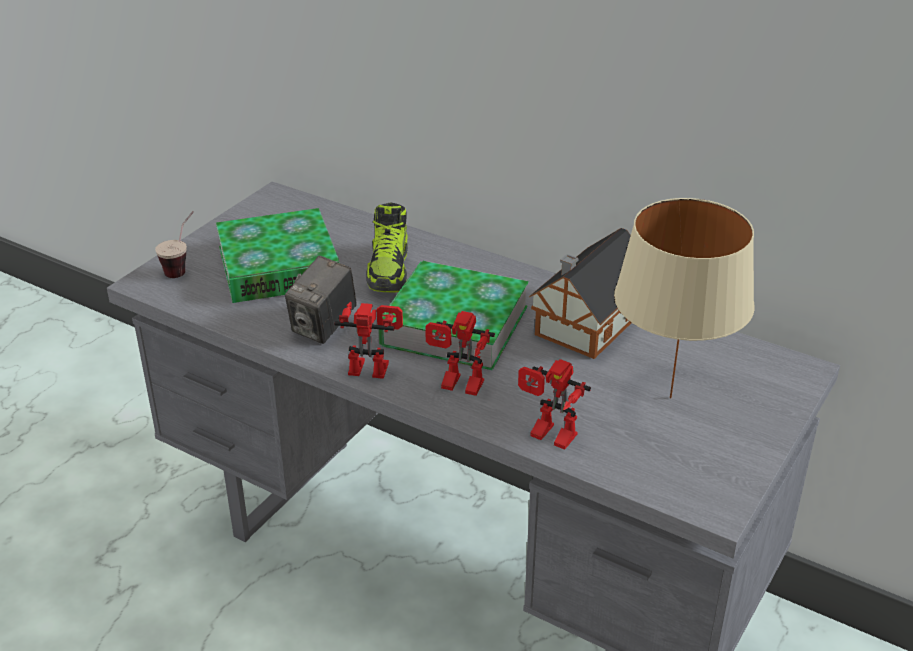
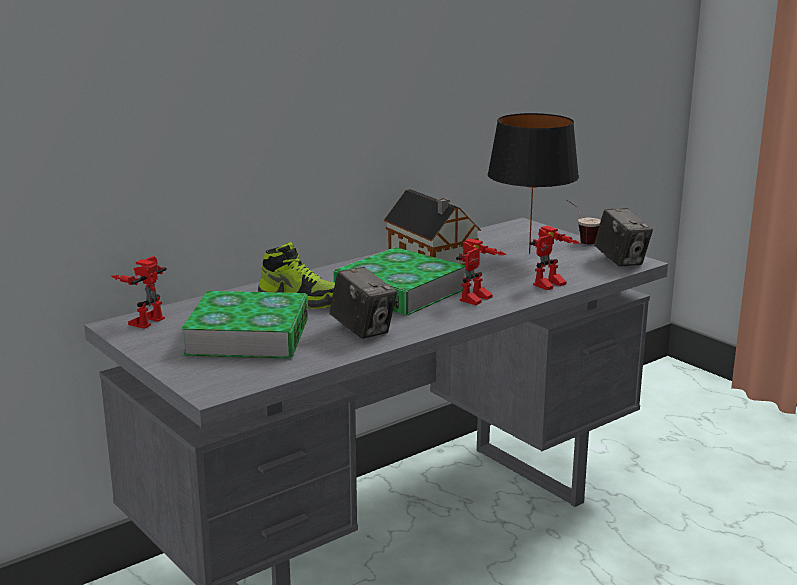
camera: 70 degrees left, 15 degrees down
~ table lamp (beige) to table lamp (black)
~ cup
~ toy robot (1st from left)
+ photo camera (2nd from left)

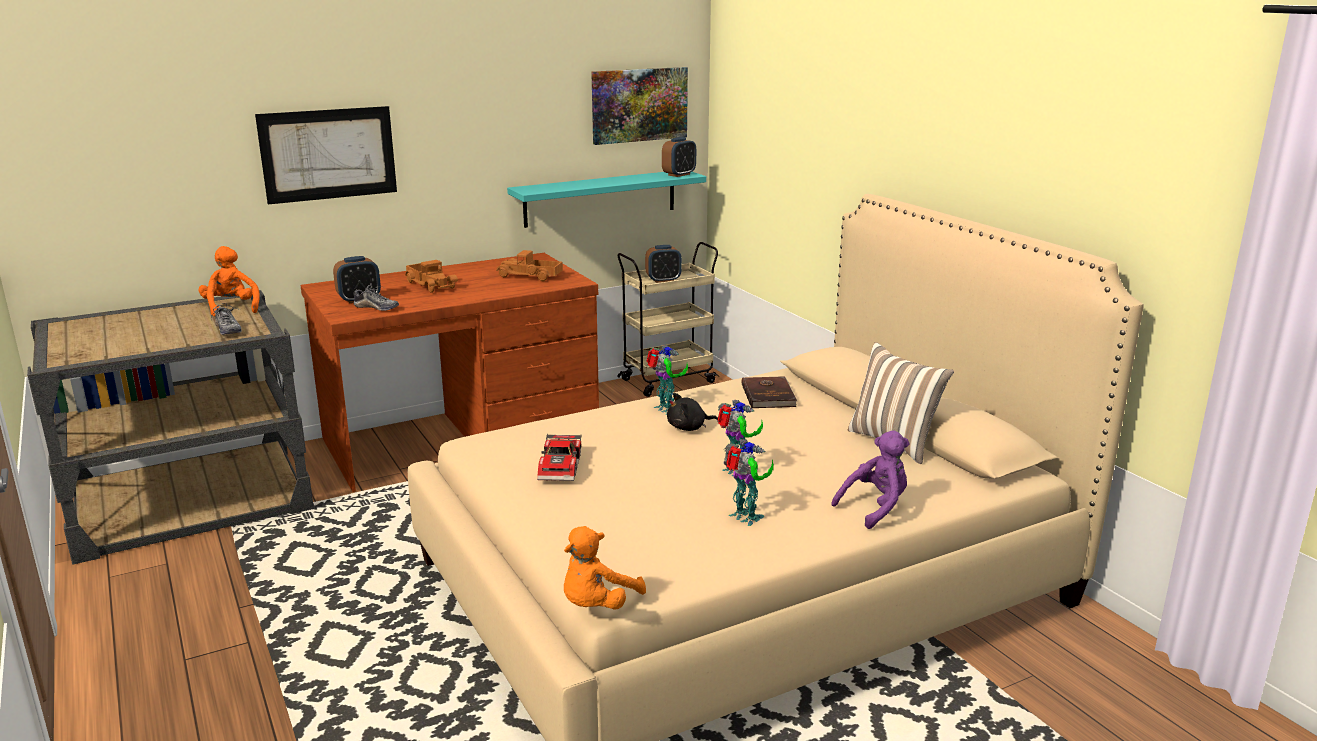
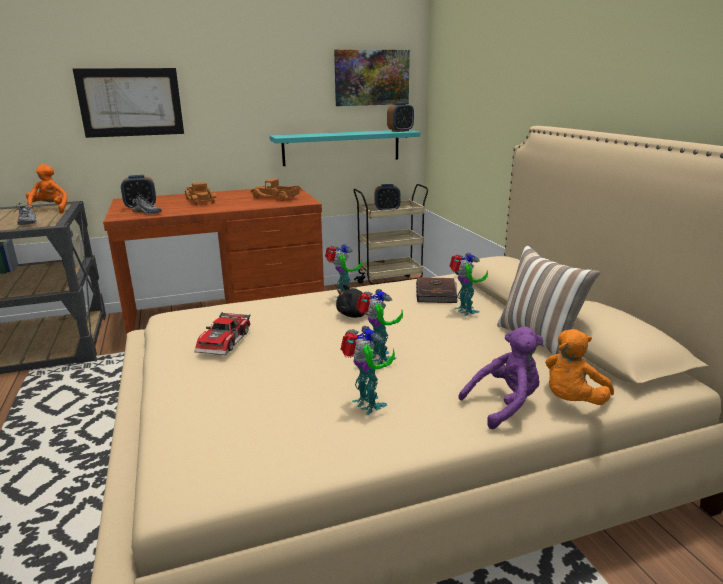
camera: 10 degrees right, 0 degrees up
~ plush toy (orange) (2nd from left)
+ toy robot (4th from left)

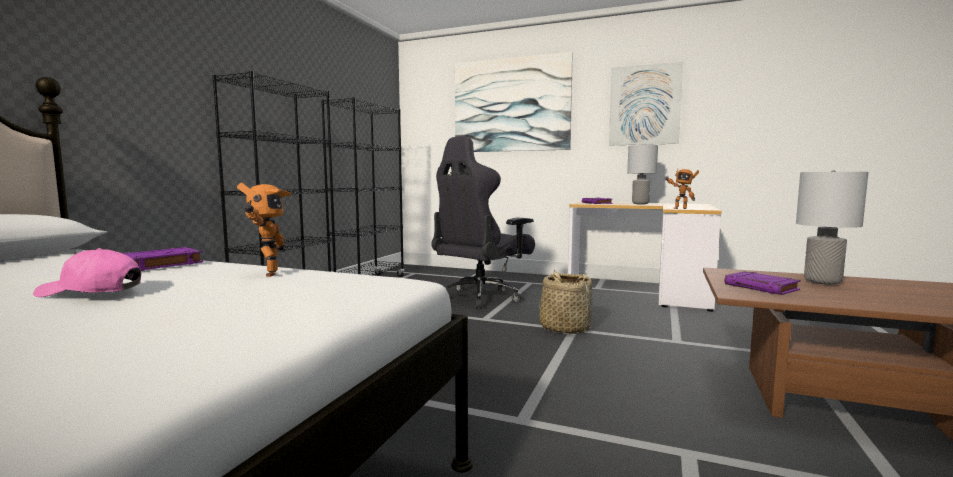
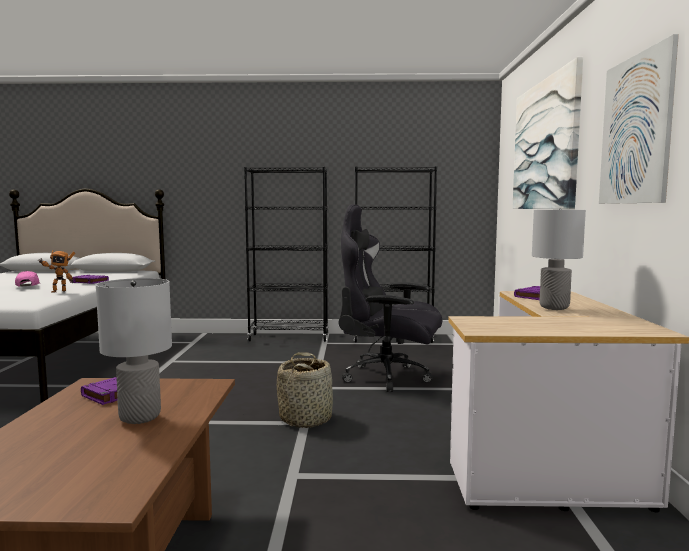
camera: 70 degrees right, 0 degrees up
- toy robot (2nd from left)

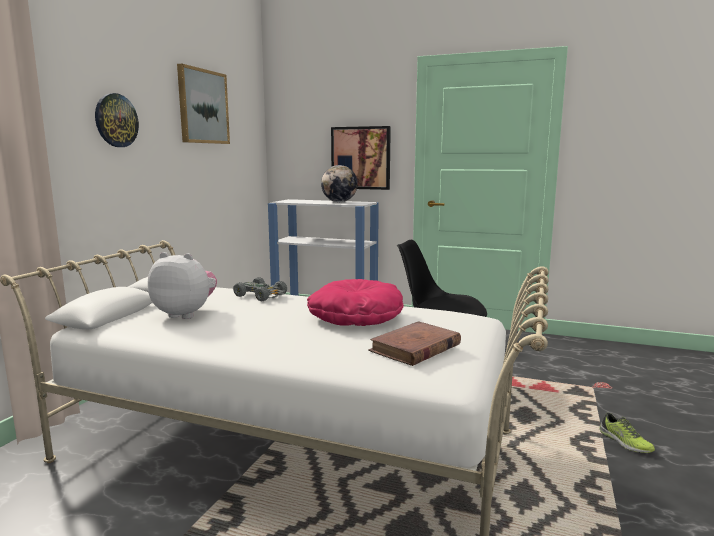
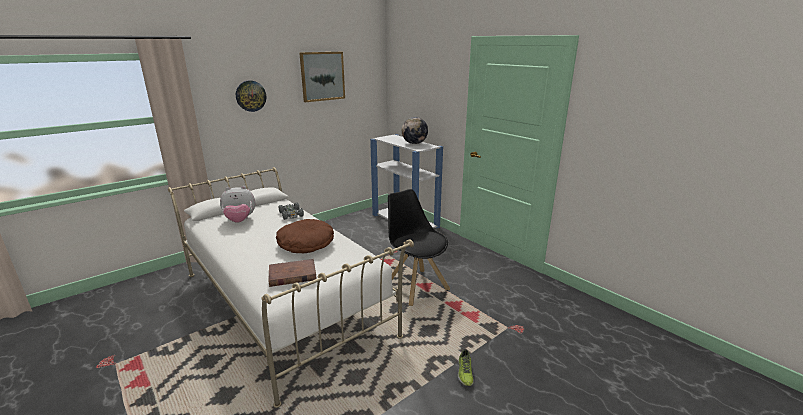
camera: 30 degrees right, 10 degrees up
- picture (2nd from left)
~ plush toy 120 degrees clockwise
~ pillow (pink) to pillow (brown)

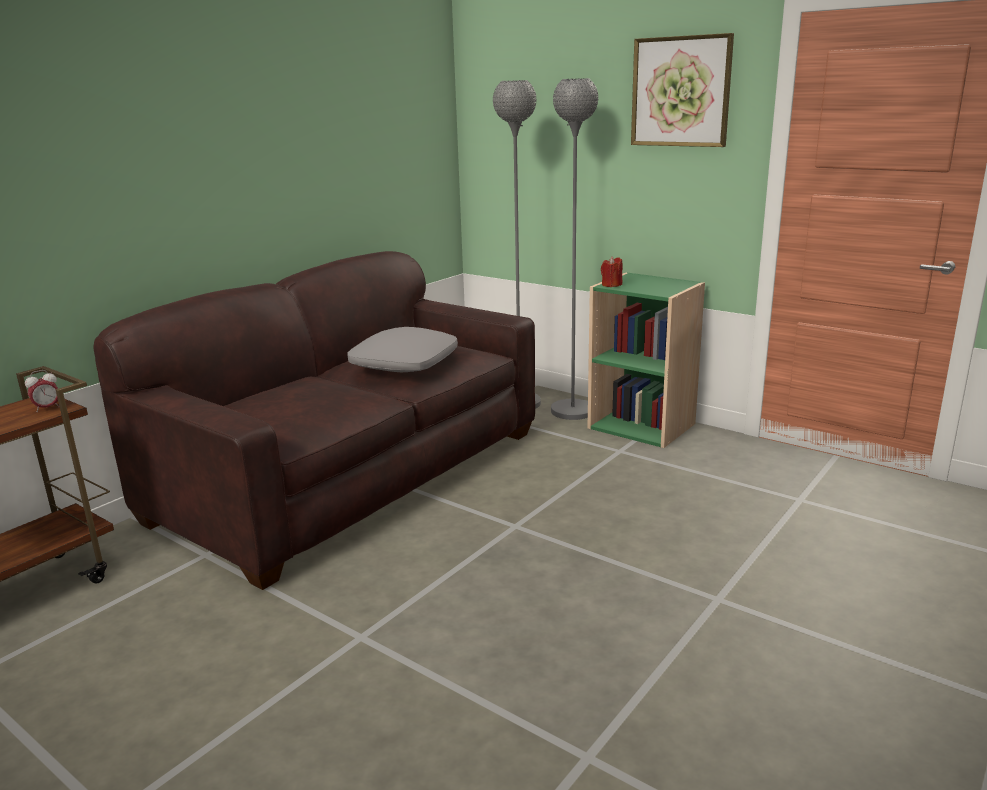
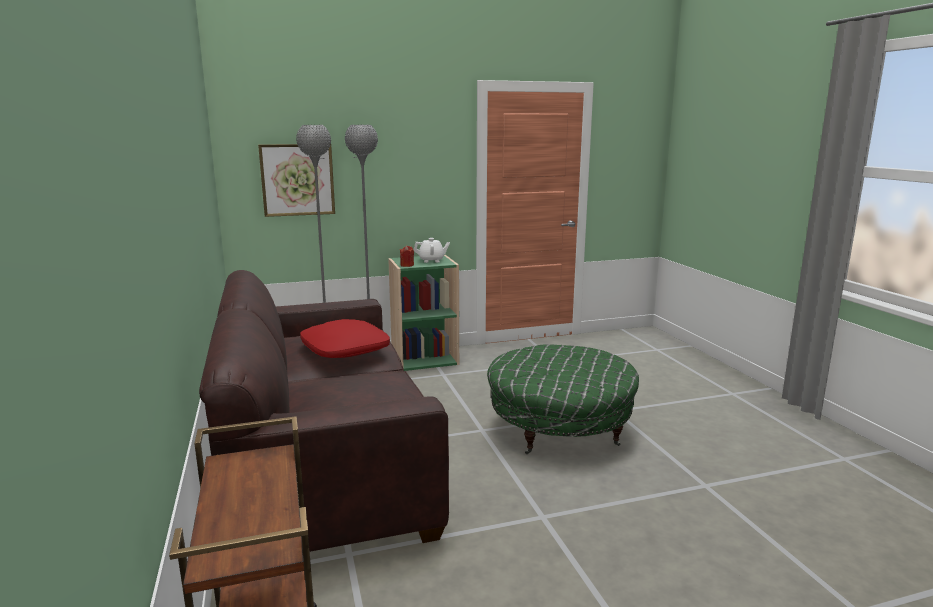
camera: 55 degrees left, 5 degrees down
~ picture
~ pillow (grey) to pillow (red)
- alarm clock
+ teapot (white)
+ ottoman (green)

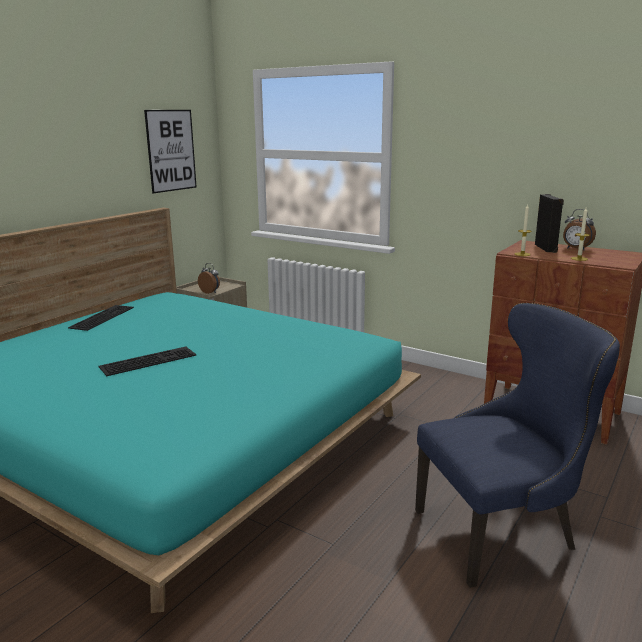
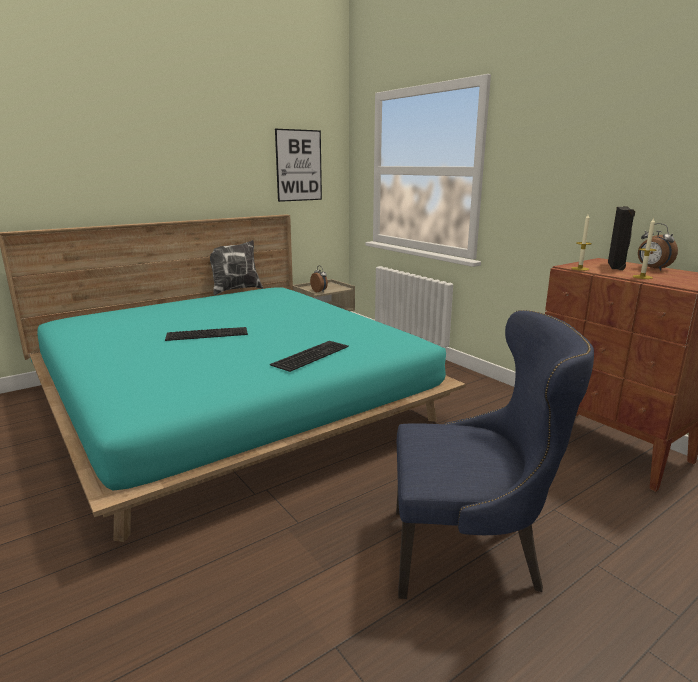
camera: 20 degrees right, 0 degrees up
~ keyboard (1st from left in the first image) to keyboard (2nd from left)
+ pillow

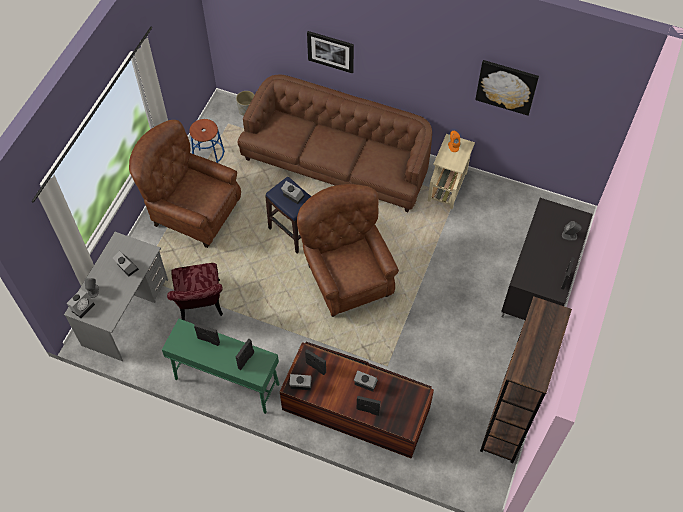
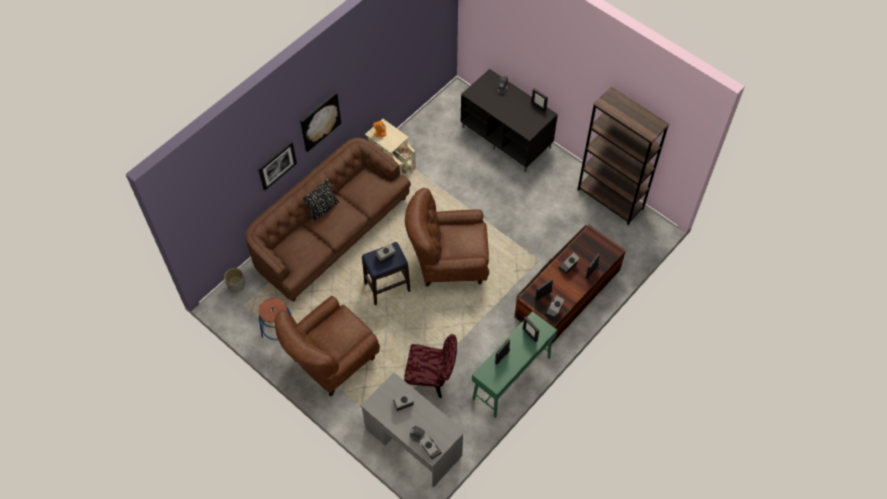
camera: 70 degrees left, 0 degrees up
~ picture (2nd from left)
+ pillow (black)

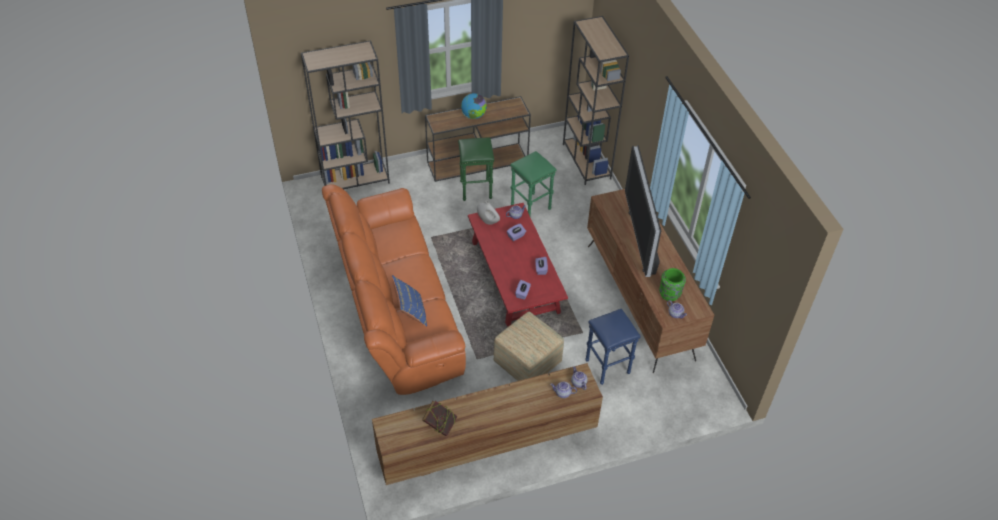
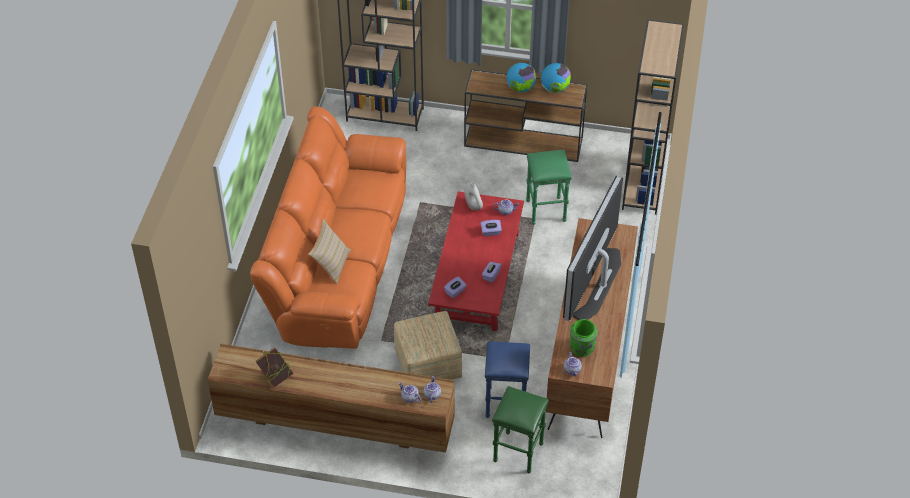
camera: 30 degrees right, 0 degrees up
~ stool (green) (1st from left)
~ pillow (blue) to pillow (beige)
+ globe (2nd from left)

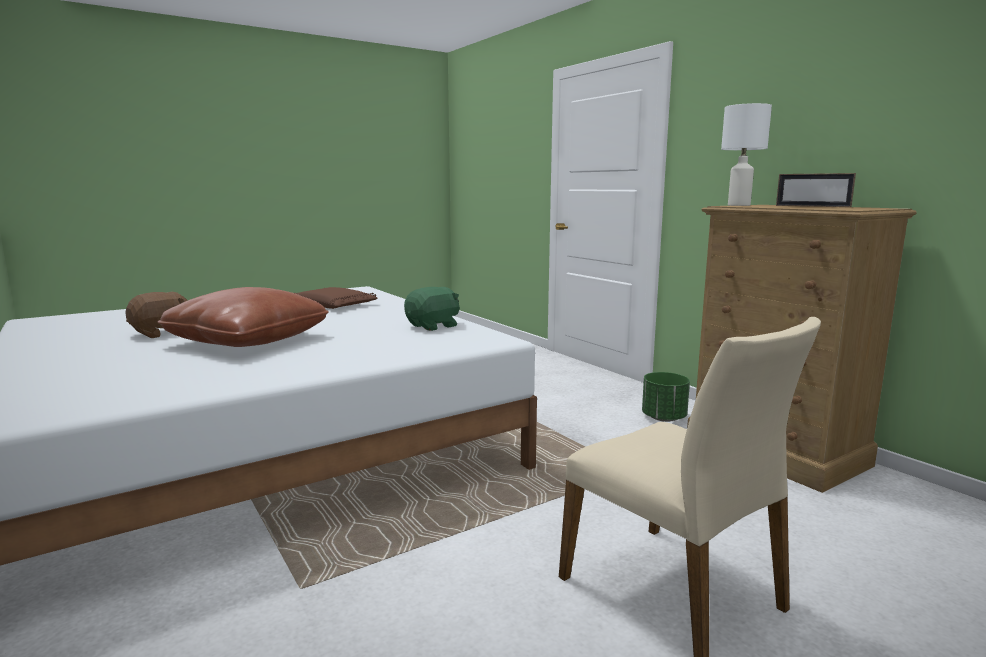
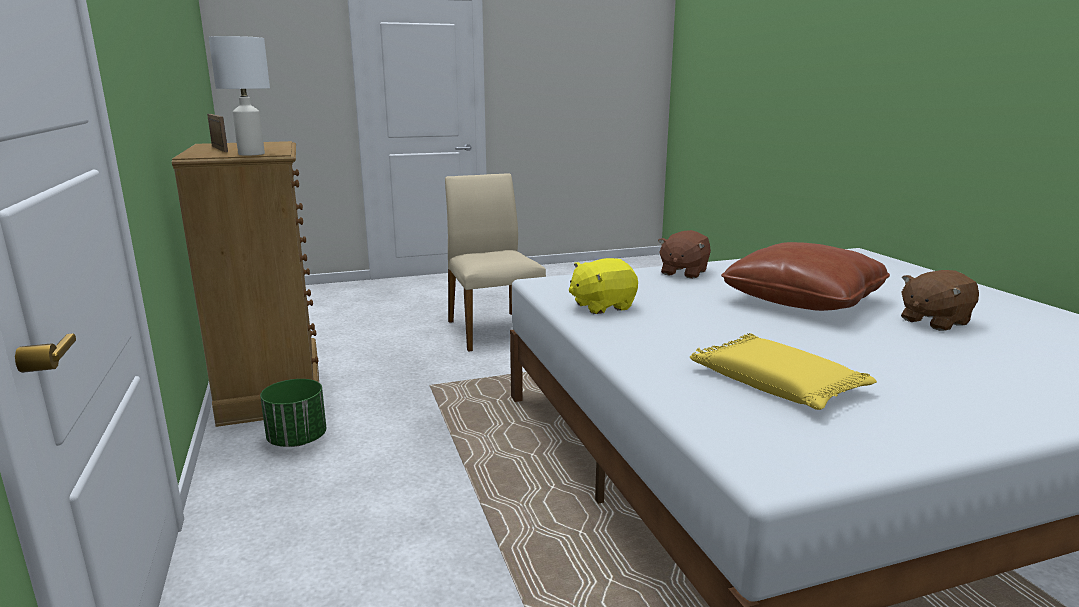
camera: 165 degrees left, 5 degrees up
~ pillow (brown) (2nd from left) to pillow (yellow)
~ plush toy (green) to plush toy (yellow)
+ plush toy (brown) (1st from left)

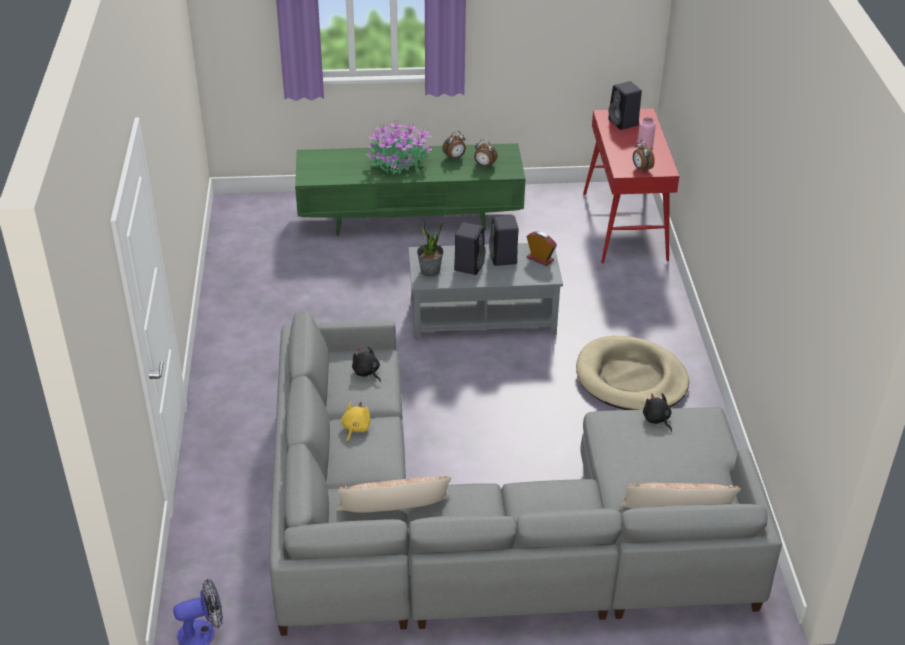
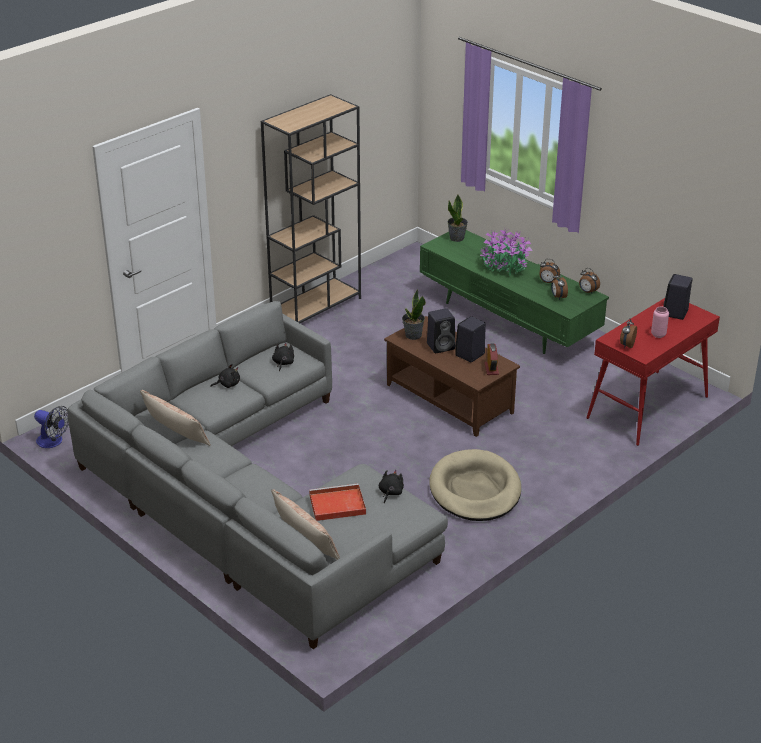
camera: 50 degrees right, 5 degrees down
~ coffee table (grey) to coffee table (brown)
~ plush toy (yellow) to plush toy (black) (1st from left)
+ bookcase
+ potted plant (2nd from left)
+ alarm clock (4th from left)
+ tray (red)

